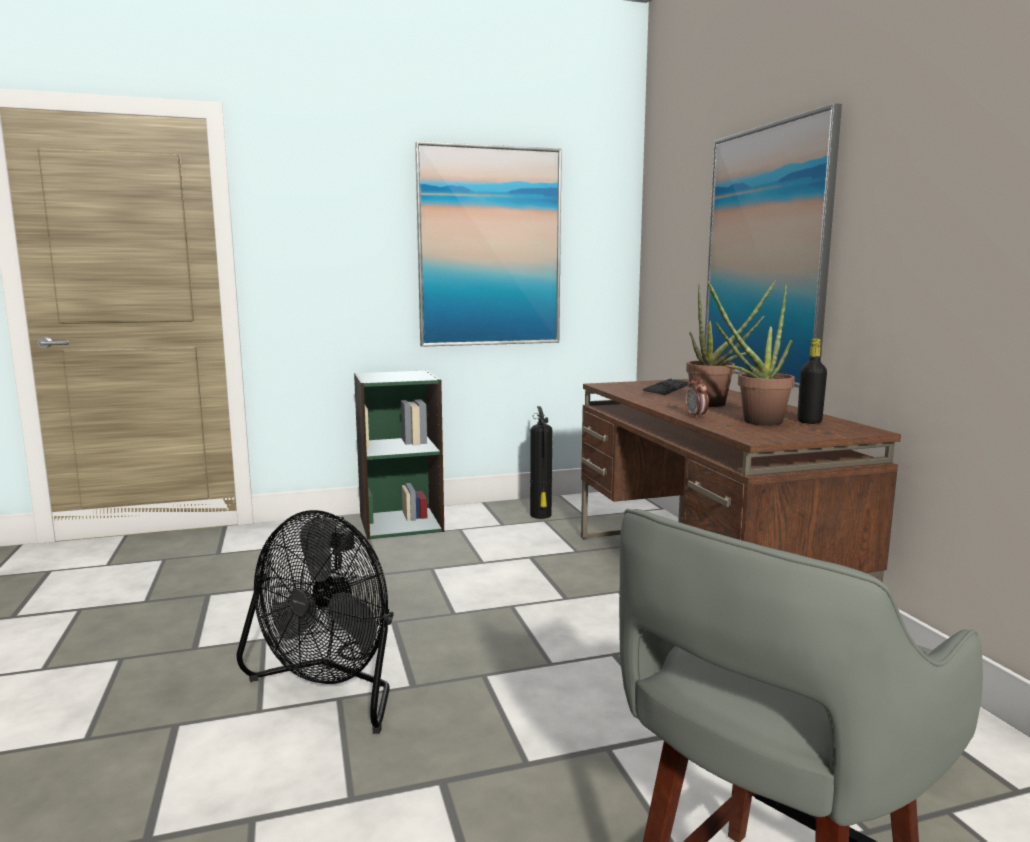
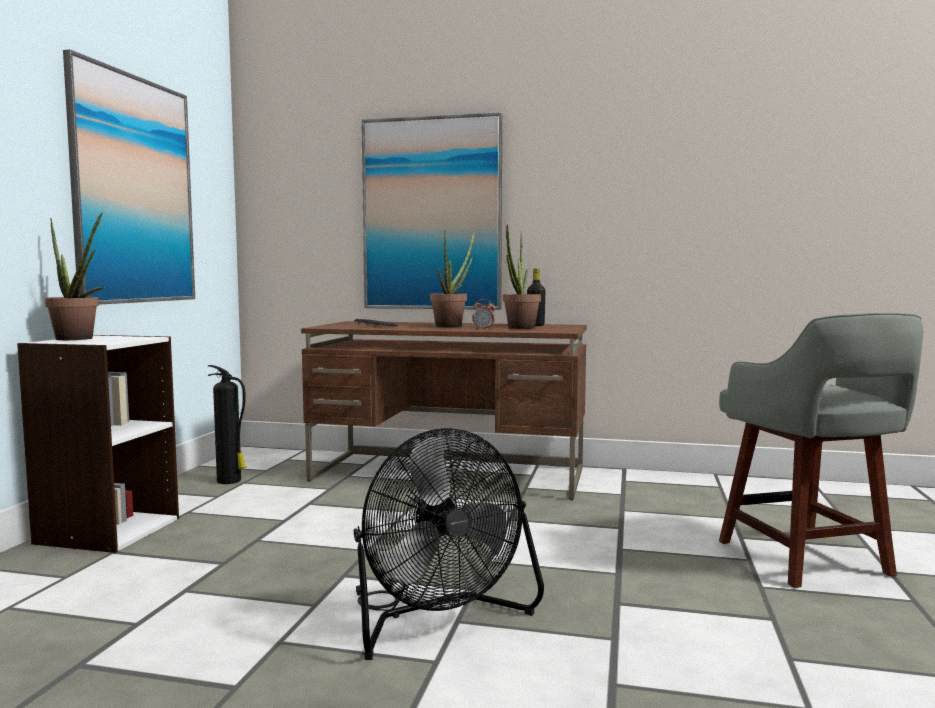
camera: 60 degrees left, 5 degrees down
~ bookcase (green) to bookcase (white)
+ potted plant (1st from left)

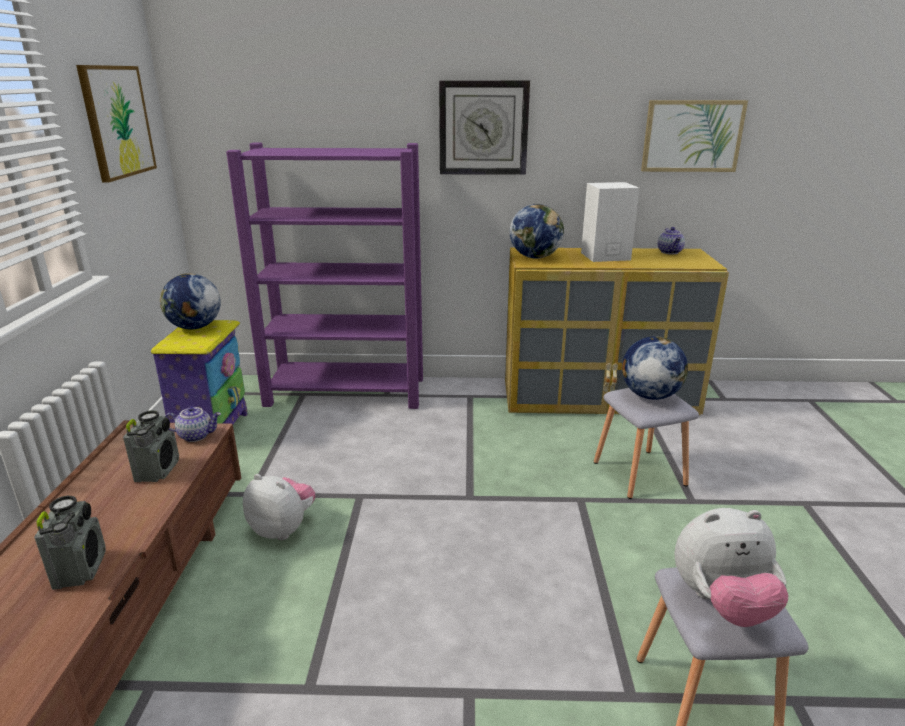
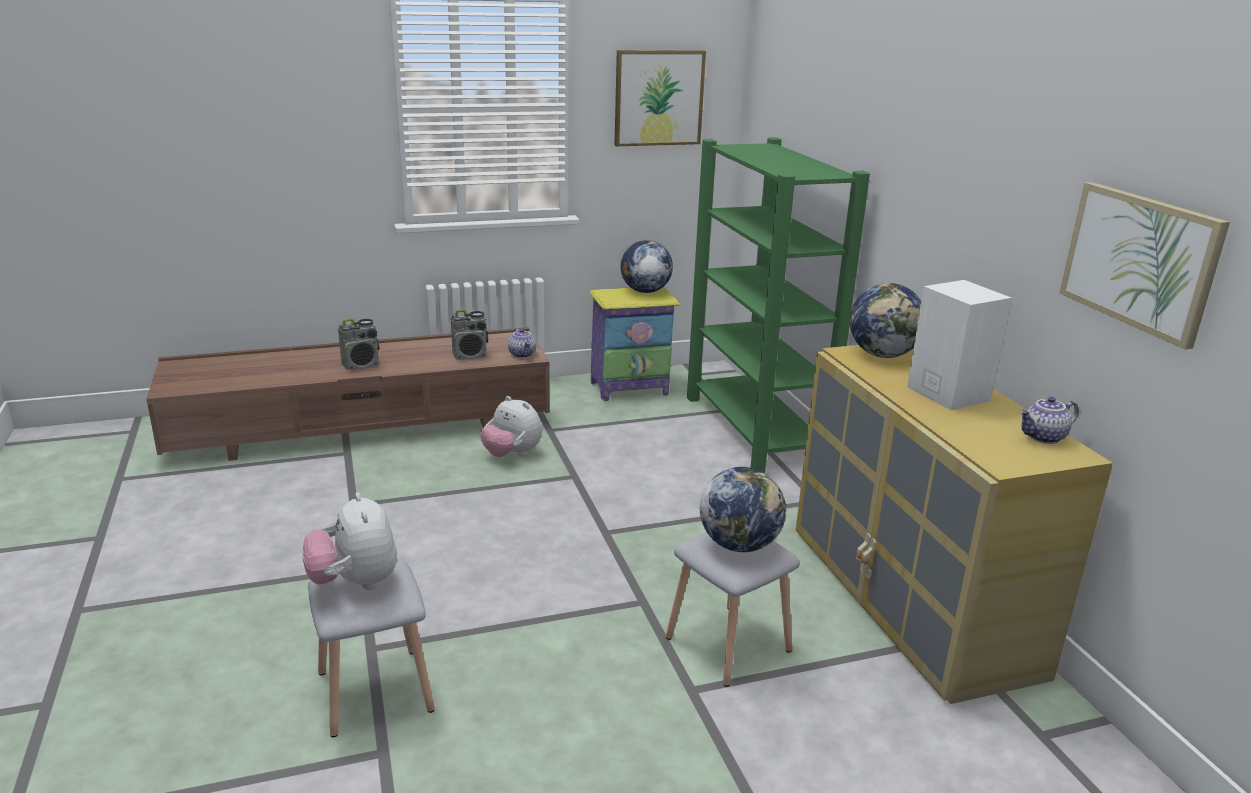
camera: 70 degrees right, 0 degrees up
- wall clock
~ bookcase (purple) to bookcase (green)
~ plush toy (1st from left in the first image) 120 degrees clockwise

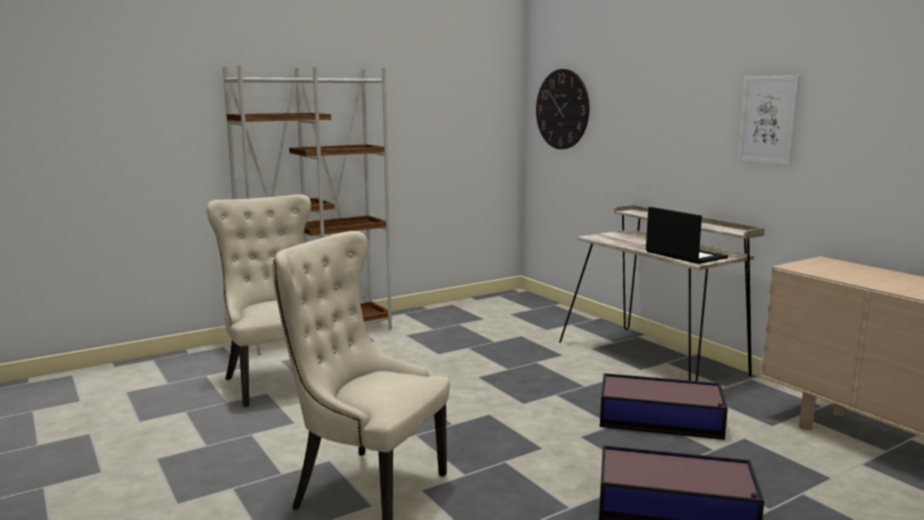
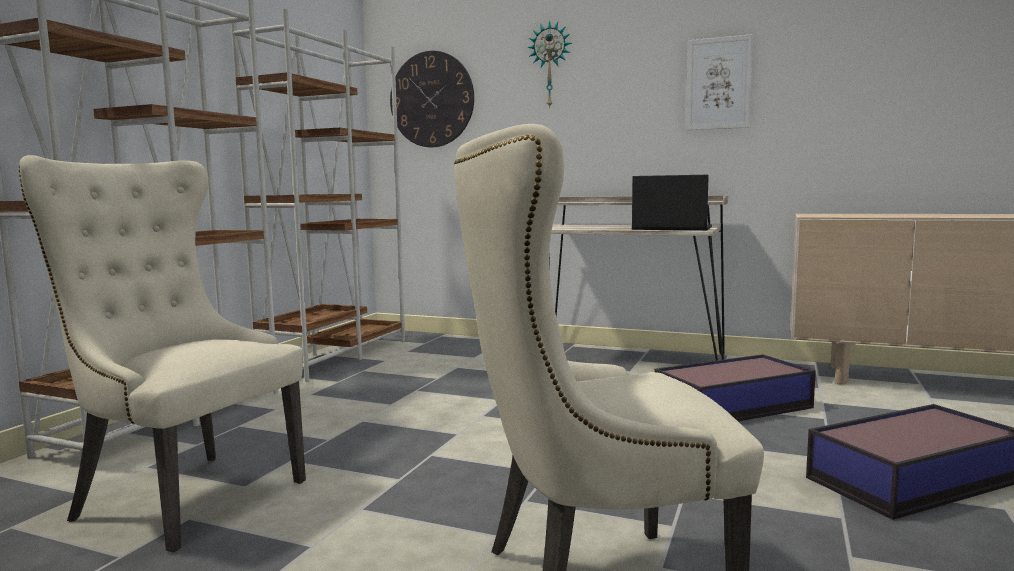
camera: 35 degrees left, 5 degrees down
+ bookcase (brown) (2nd from left)
+ wall clock (2nd from left)

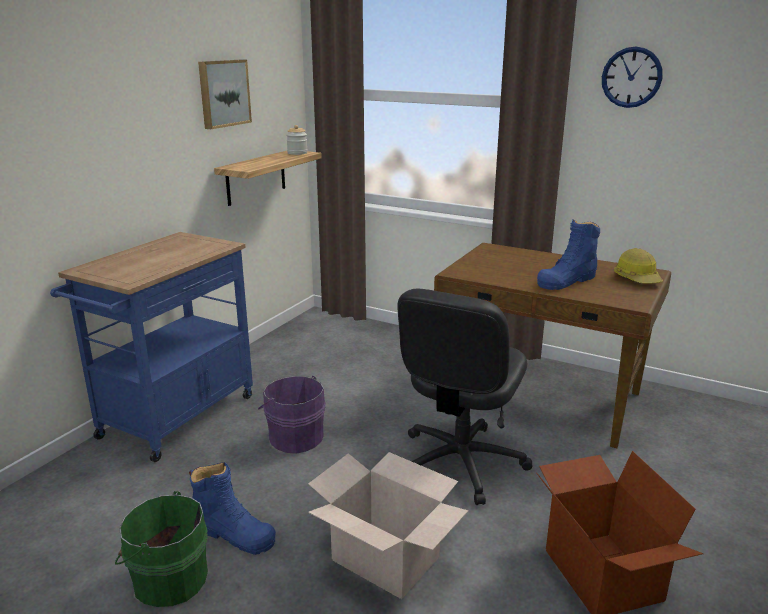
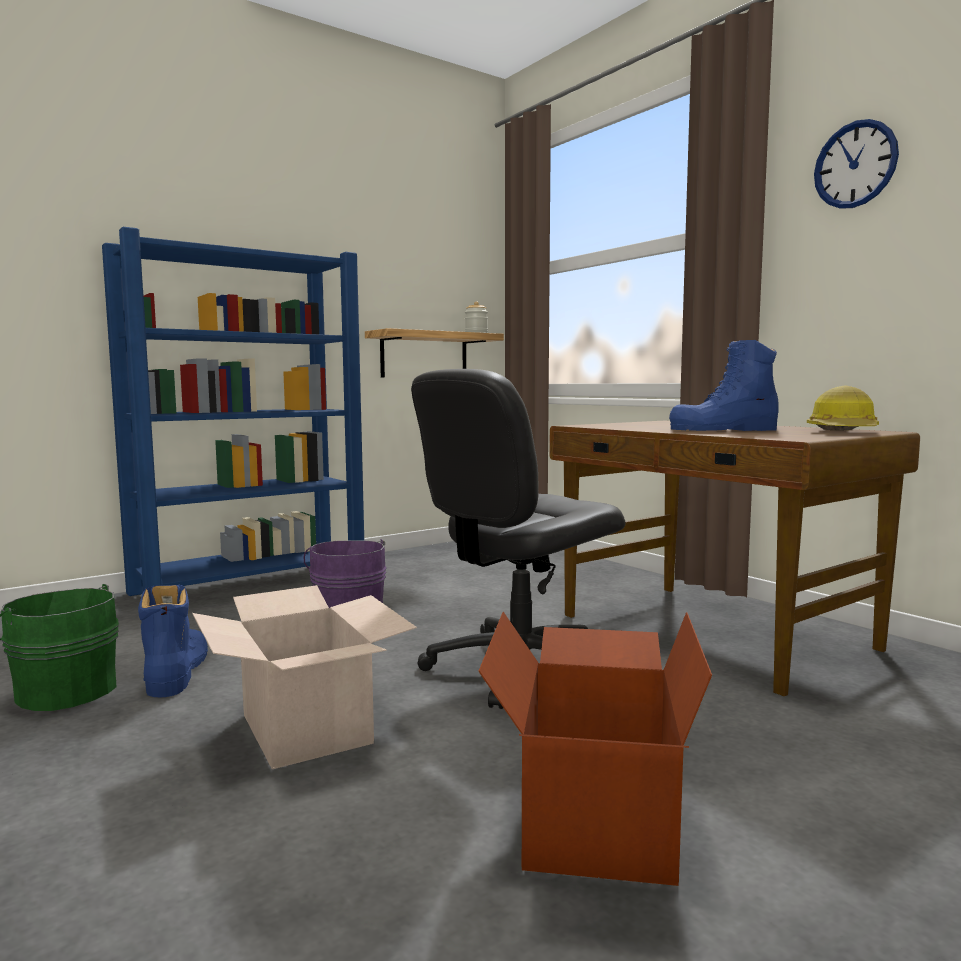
camera: 25 degrees right, 15 degrees down
- picture
~ cart (blue) to bookcase (blue)
~ boot (blue) (1st from left) 150 degrees counterclockwise

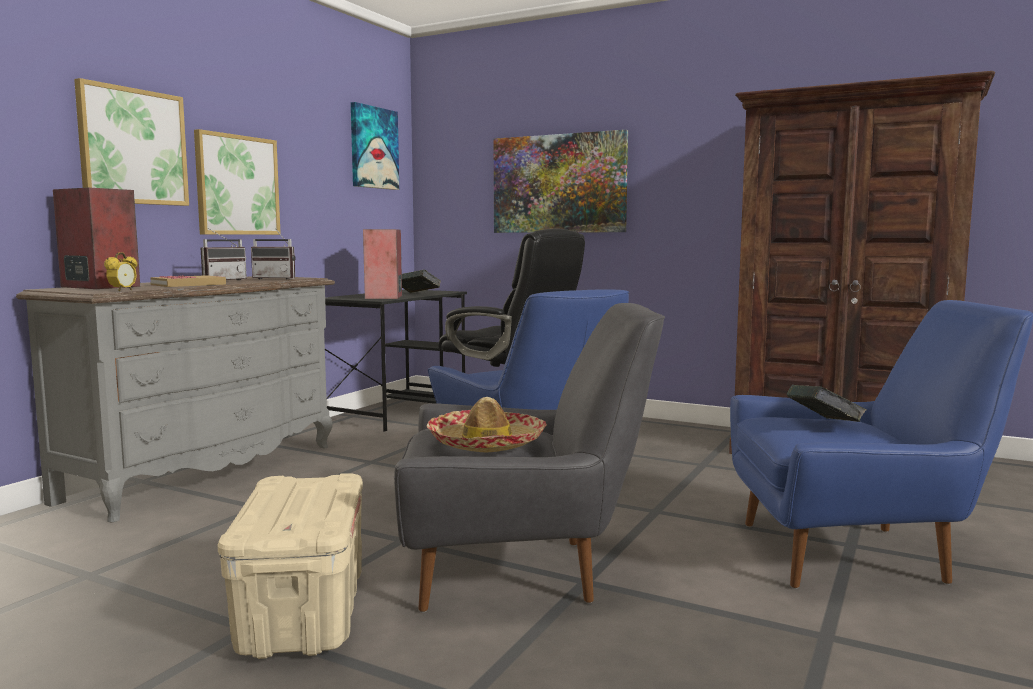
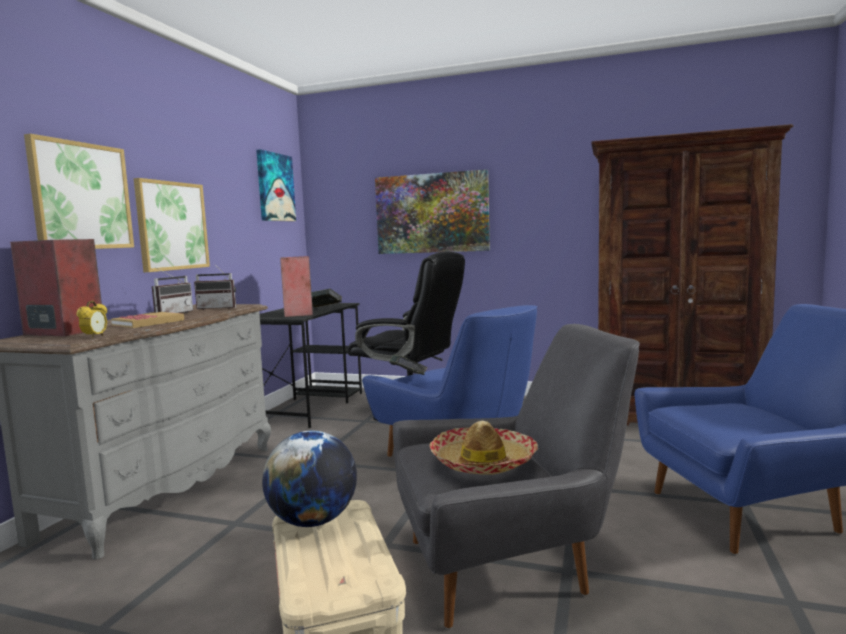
camera: 10 degrees left, 0 degrees up
~ book (3rd from left)
+ globe

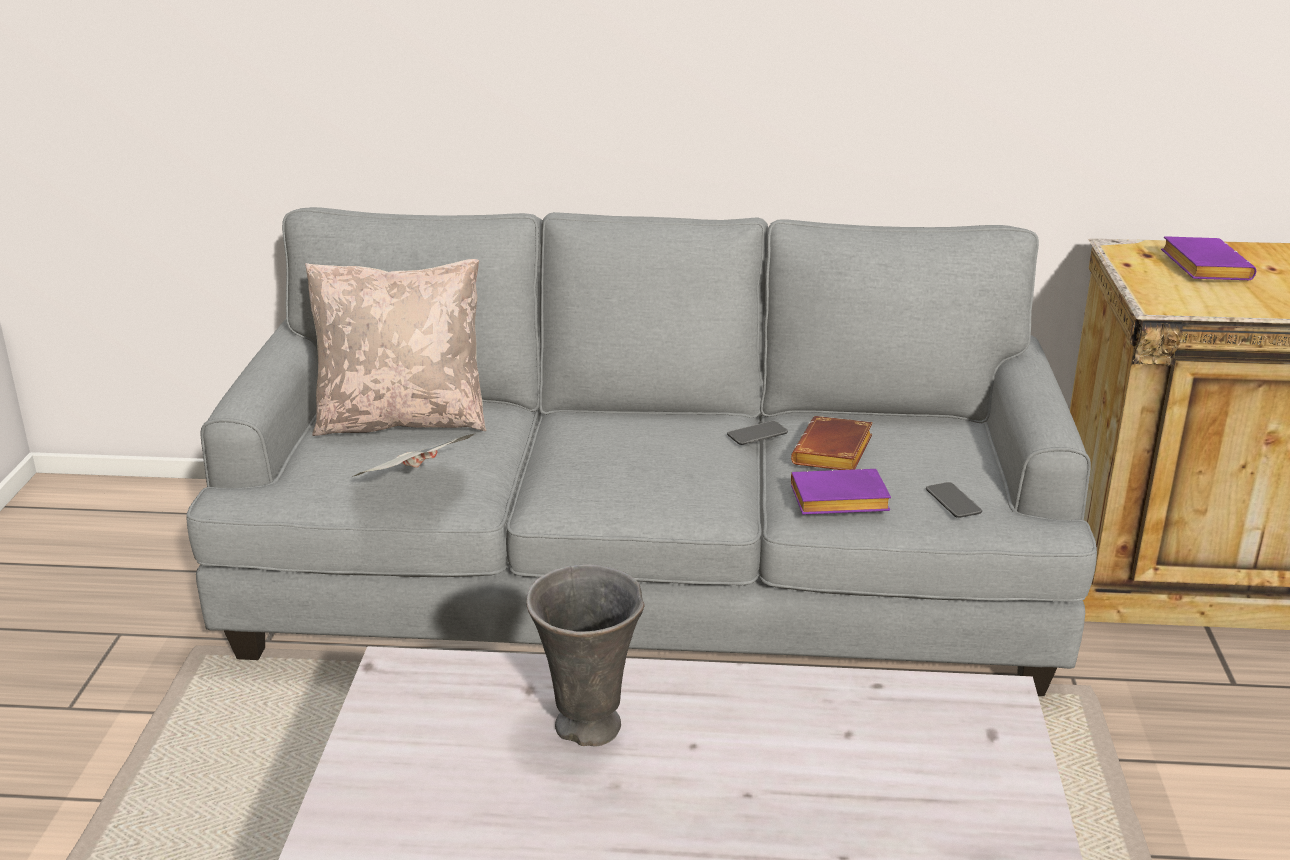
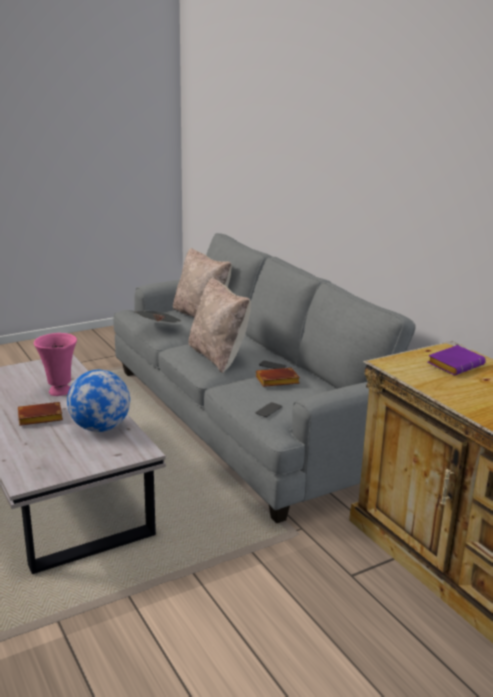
camera: 55 degrees right, 5 degrees down
- book (purple) (1st from left)
~ vase (grey) to vase (pink)
+ pillow (beige) (2nd from left)
+ globe
+ book (brown) (1st from left)

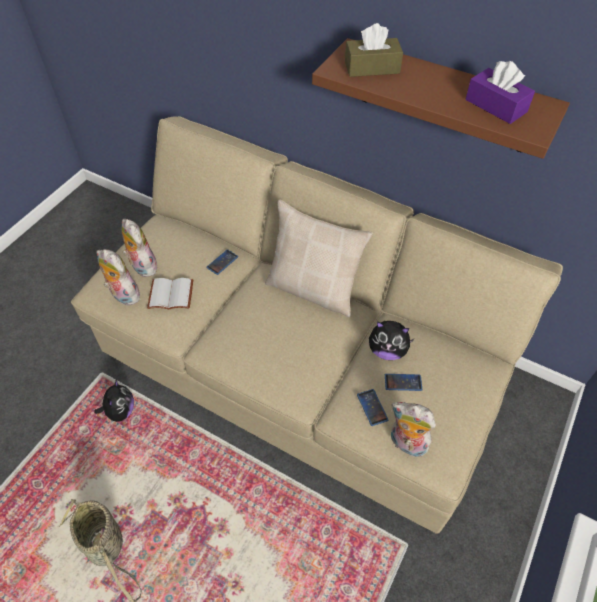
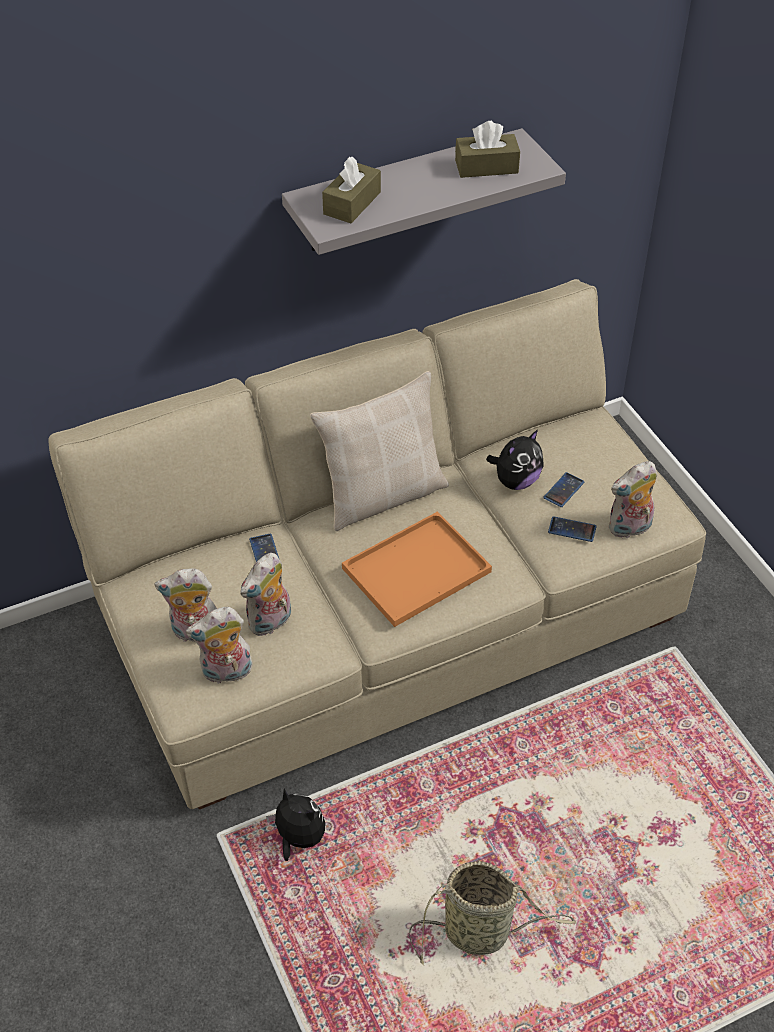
camera: 55 degrees left, 5 degrees down
~ shelf (brown) to shelf (grey)
~ tissue box (purple) to tissue box (brown) (2nd from left)
~ book (white) to plush toy (3rd from left)
+ tray (orange)

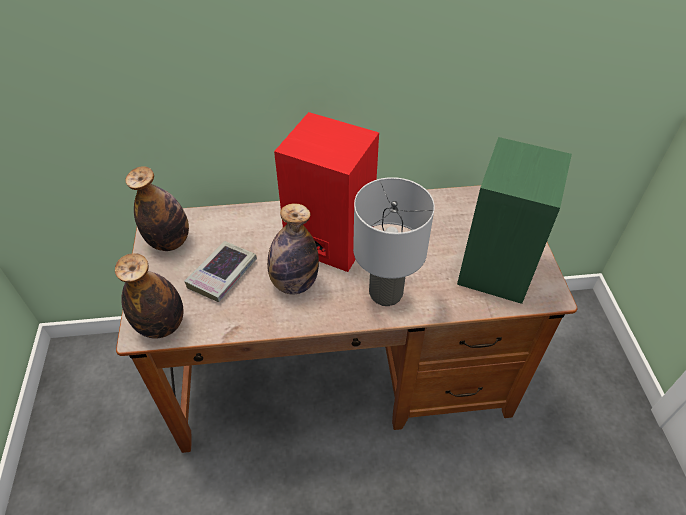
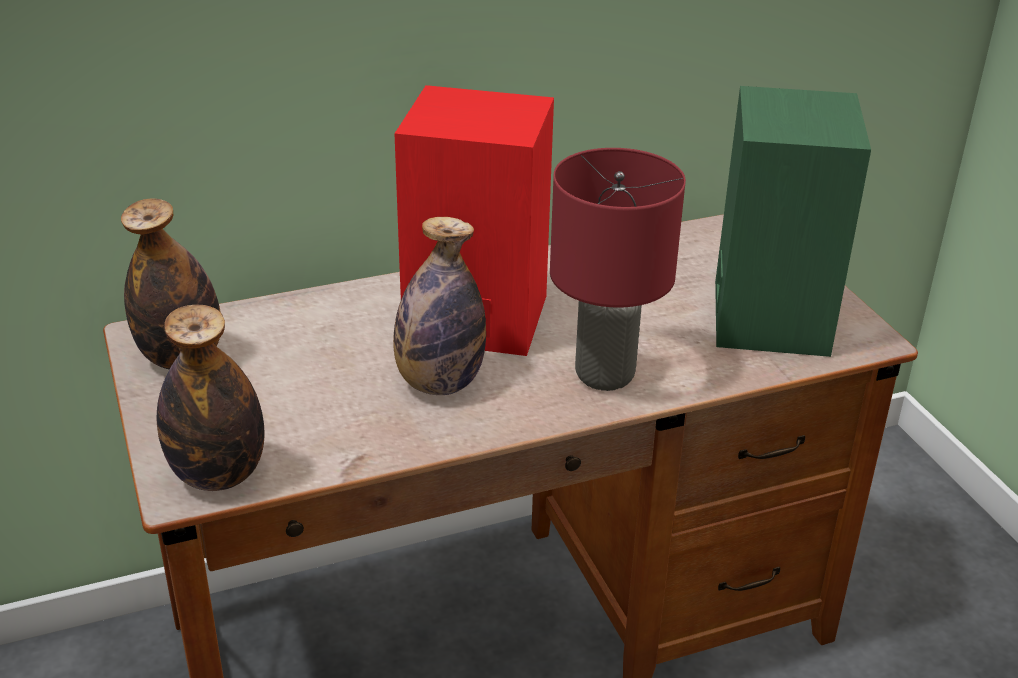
camera: 15 degrees left, 15 degrees down
~ table lamp (white) to table lamp (red)
- book

